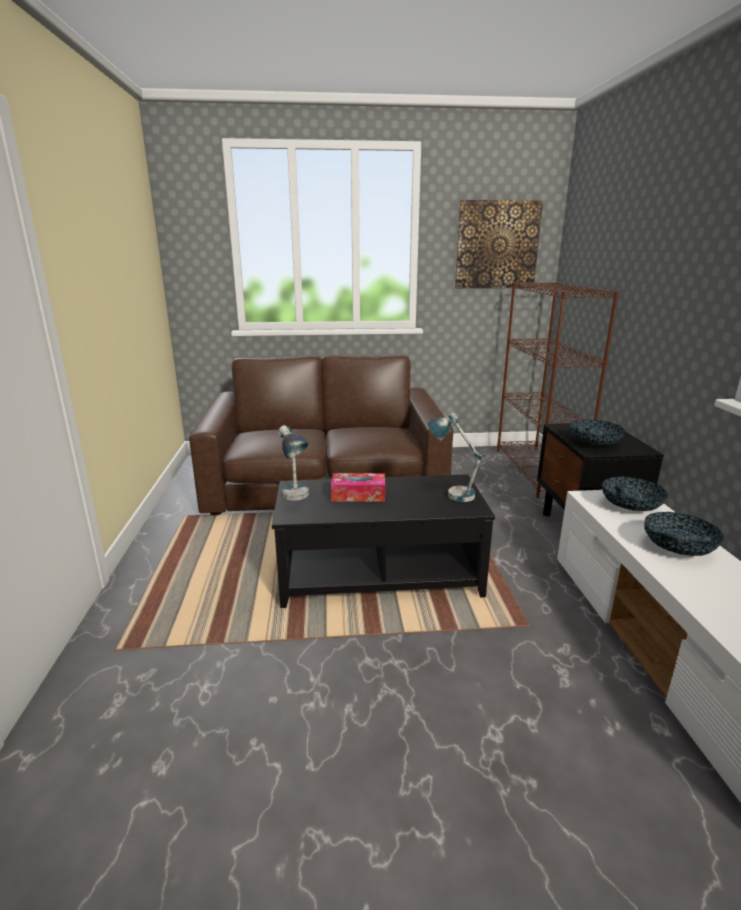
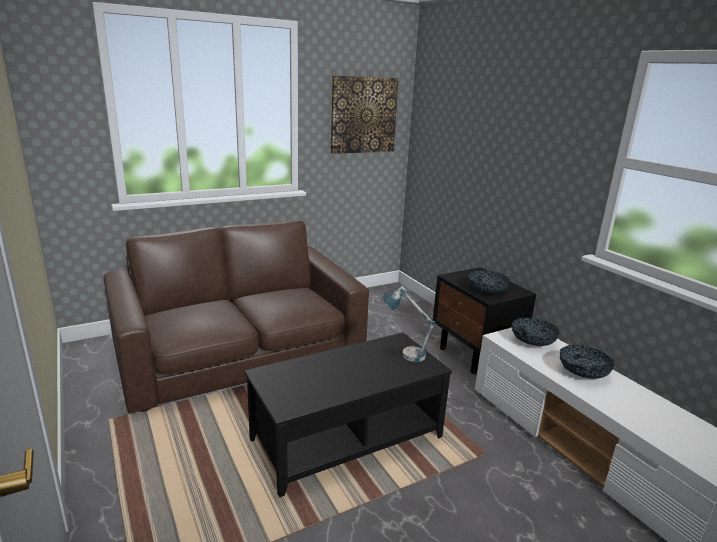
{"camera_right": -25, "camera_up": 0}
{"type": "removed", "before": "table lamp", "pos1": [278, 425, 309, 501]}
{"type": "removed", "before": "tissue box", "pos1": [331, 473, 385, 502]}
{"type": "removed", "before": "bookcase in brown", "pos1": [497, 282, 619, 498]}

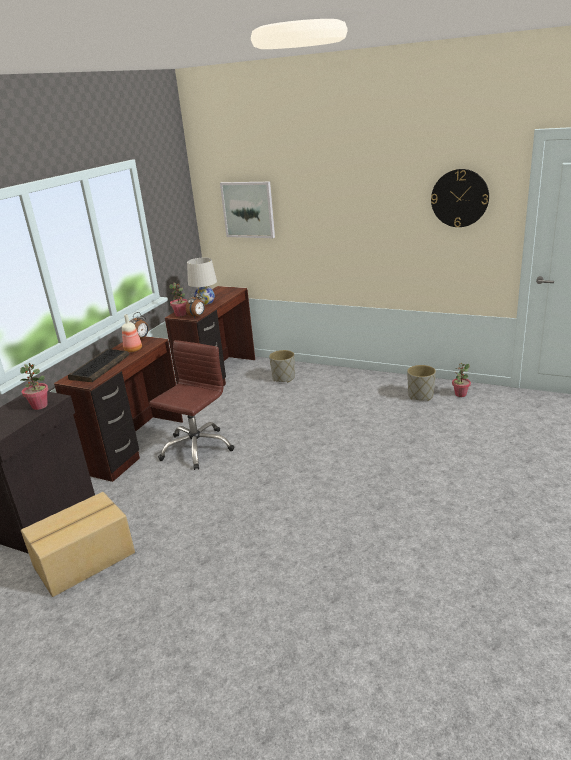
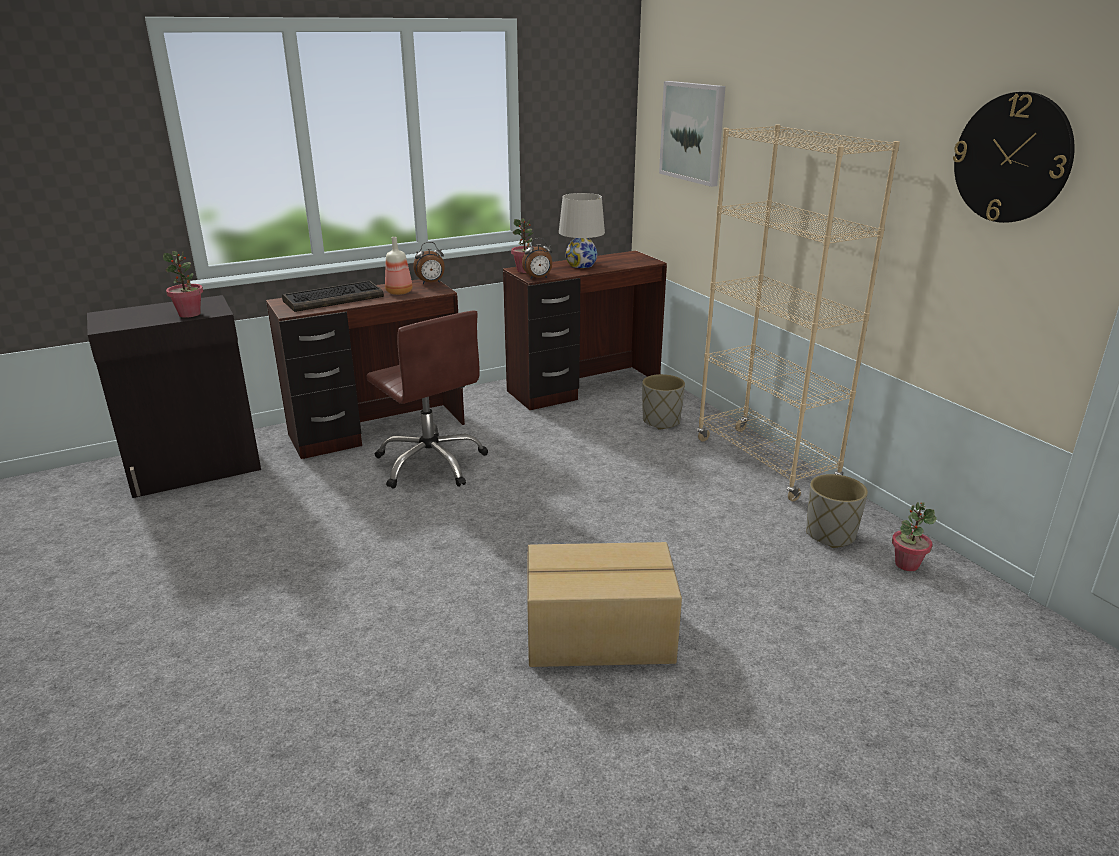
{"camera_right": 35, "camera_up": 0}
{"type": "added", "after": "bookcase in beige", "pos2": [697, 124, 900, 501]}
{"type": "moved", "before": "cardboard box", "pos1": [21, 492, 135, 597], "pos2": [527, 542, 682, 667]}
{"type": "turned", "before": "office chair in brown", "pos1": [149, 340, 234, 470], "pos2": [366, 310, 488, 489], "turn": 75}

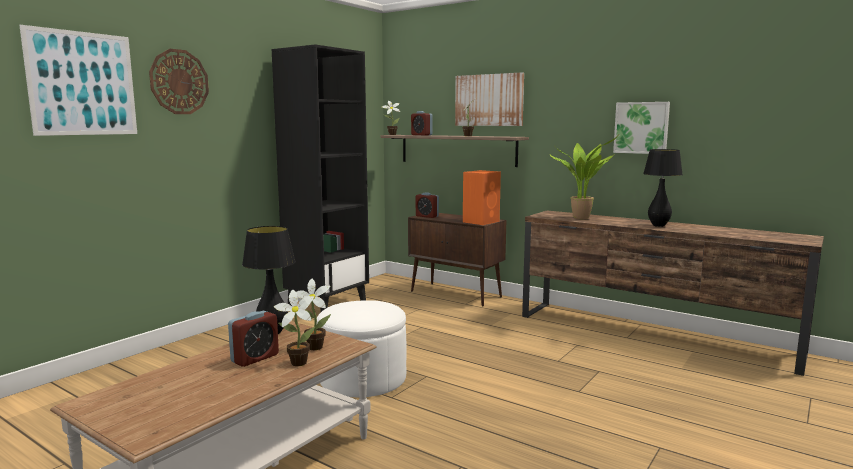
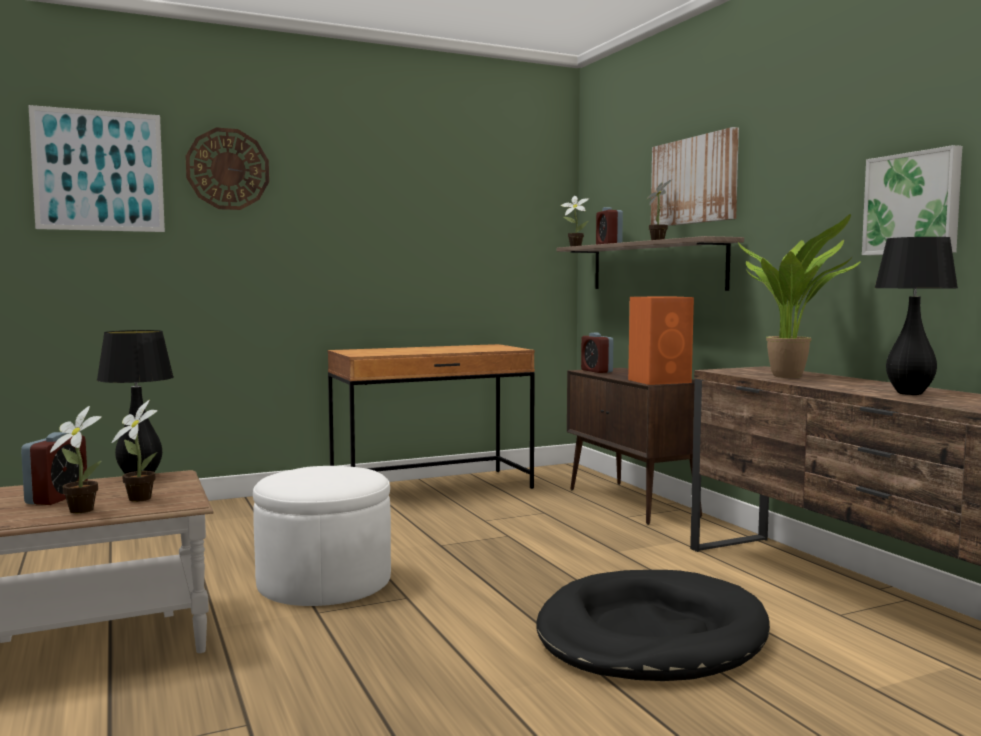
{"camera_right": 30, "camera_up": -5}
{"type": "added", "after": "dog bed in black", "pos2": [536, 570, 770, 681]}
{"type": "replaced", "before": "bookcase in black", "after": "desk in brown", "pos1": [272, 44, 369, 312], "pos2": [327, 344, 535, 489]}
{"type": "turned", "before": "alarm clock", "pos1": [228, 311, 279, 367], "pos2": [21, 432, 88, 505], "turn": -60}

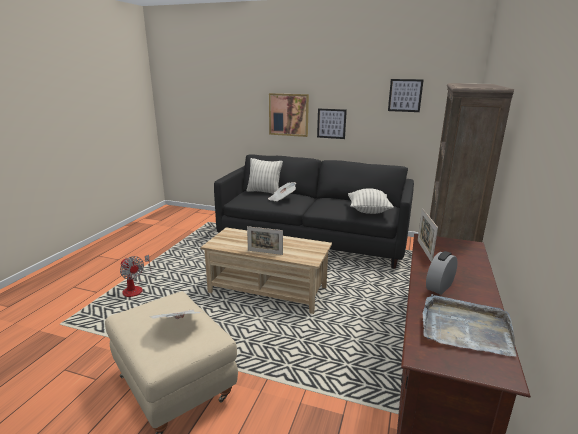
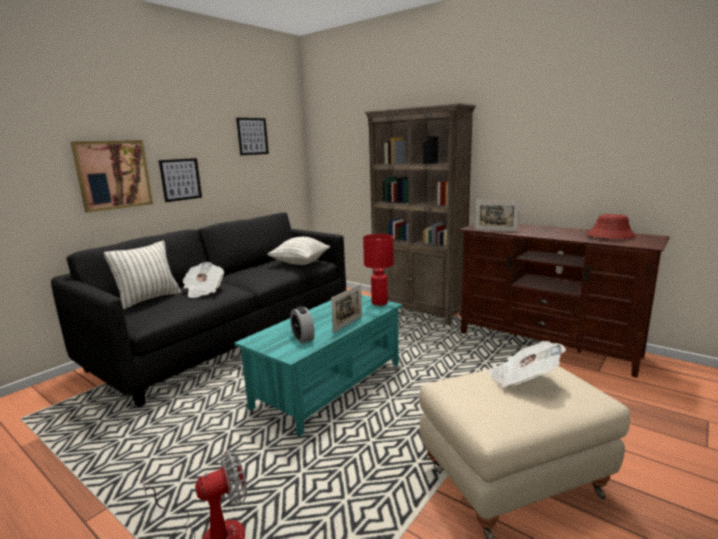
{"camera_right": -70, "camera_up": -5}
{"type": "added", "after": "table lamp in red", "pos2": [363, 234, 394, 306]}
{"type": "moved", "before": "alarm clock", "pos1": [426, 251, 457, 295], "pos2": [290, 306, 315, 344]}
{"type": "replaced", "before": "tray in grey", "after": "hat in red", "pos1": [423, 294, 516, 357], "pos2": [586, 214, 636, 239]}
{"type": "recoloured", "before": "coffee table in beige", "after": "coffee table in turquoise", "pos1": [200, 228, 332, 314], "pos2": [234, 295, 402, 436]}

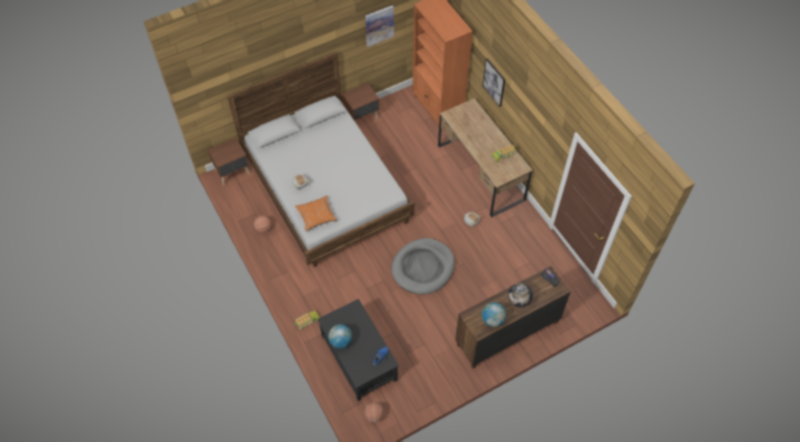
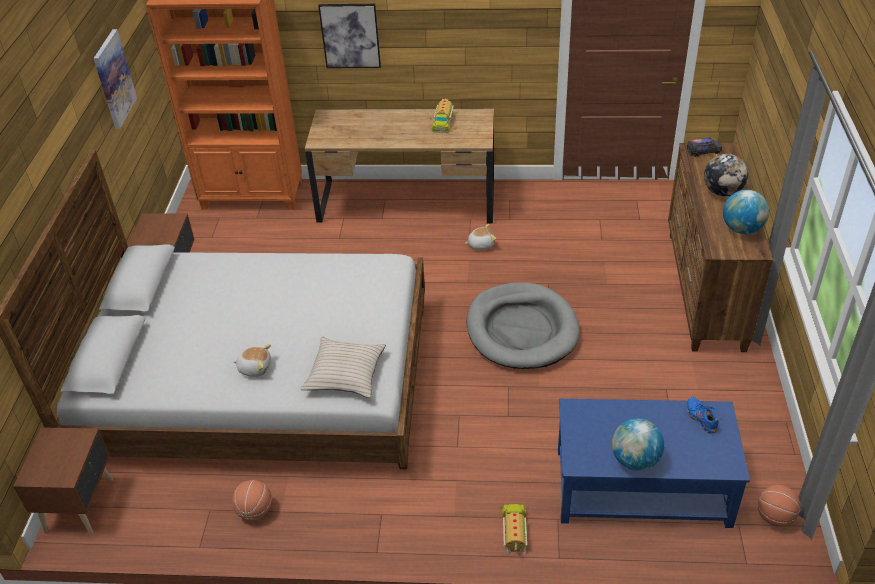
{"camera_right": -55, "camera_up": -15}
{"type": "recoloured", "before": "pillow in orange", "after": "pillow in beige", "pos1": [295, 195, 337, 231], "pos2": [301, 337, 386, 398]}
{"type": "recoloured", "before": "coffee table in black", "after": "coffee table in blue", "pos1": [317, 299, 399, 401], "pos2": [558, 399, 750, 528]}

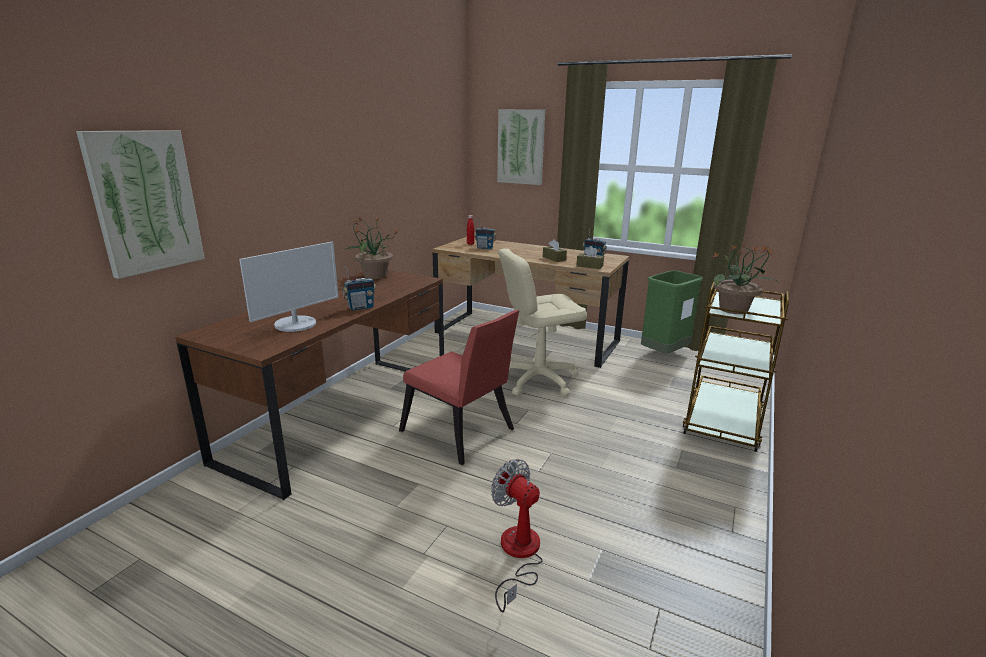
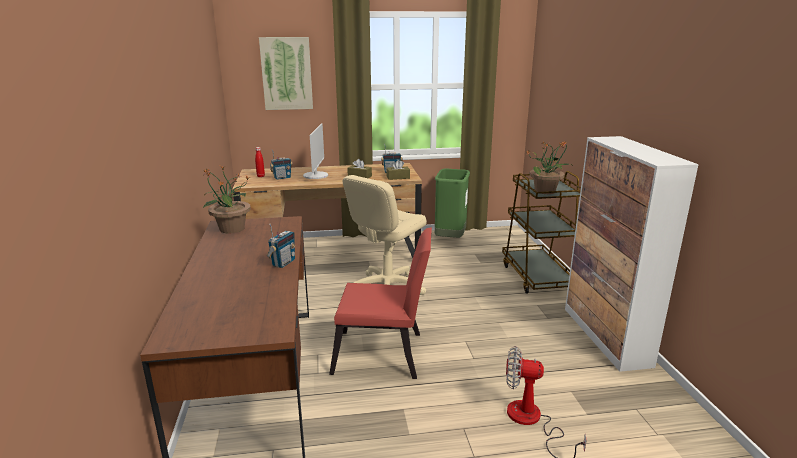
{"camera_right": -35, "camera_up": 0}
{"type": "removed", "before": "picture", "pos1": [76, 130, 205, 279]}
{"type": "added", "after": "cabinet", "pos2": [565, 136, 699, 372]}
{"type": "moved", "before": "monitor", "pos1": [239, 242, 339, 332], "pos2": [303, 124, 328, 179]}

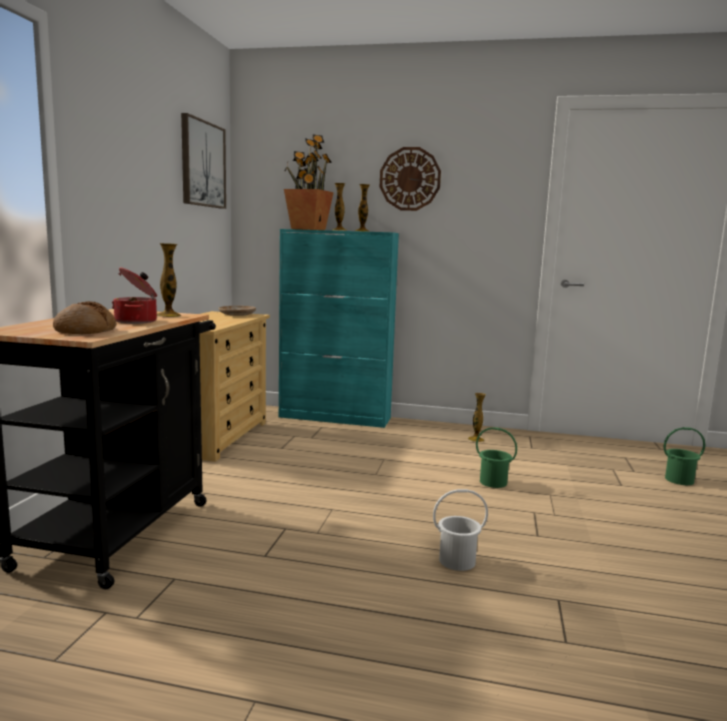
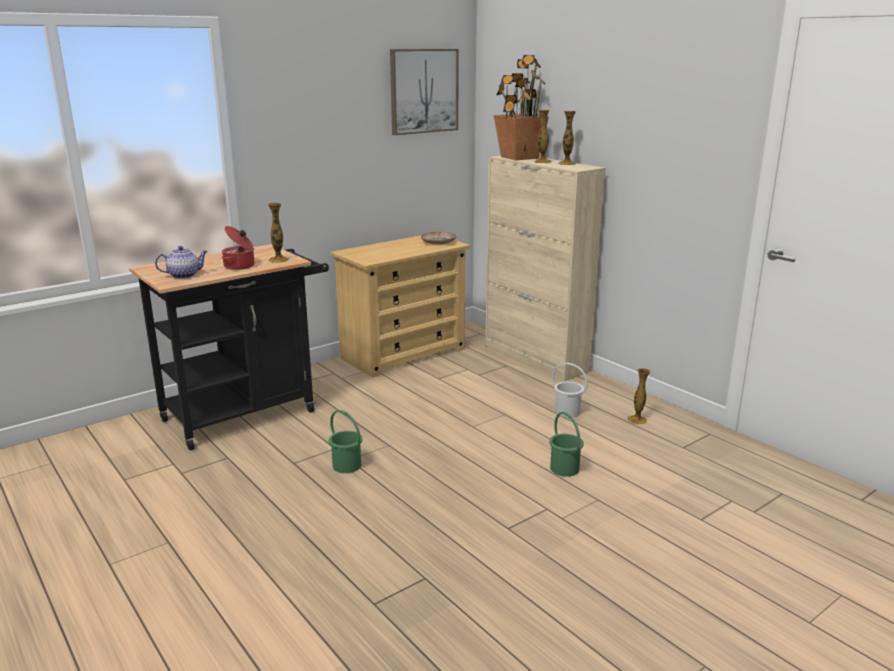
{"camera_right": 40, "camera_up": 10}
{"type": "removed", "before": "wall clock", "pos1": [380, 147, 441, 211]}
{"type": "moved", "before": "bucket in white", "pos1": [433, 489, 488, 571], "pos2": [552, 363, 588, 418]}
{"type": "moved", "before": "bucket in green", "pos1": [664, 427, 705, 485], "pos2": [329, 410, 363, 473]}
{"type": "replaced", "before": "bread", "after": "teapot", "pos1": [53, 301, 117, 334], "pos2": [155, 246, 208, 279]}
{"type": "recoloured", "before": "cabinet in turquoise", "after": "cabinet in beige", "pos1": [279, 229, 399, 428], "pos2": [485, 156, 606, 381]}

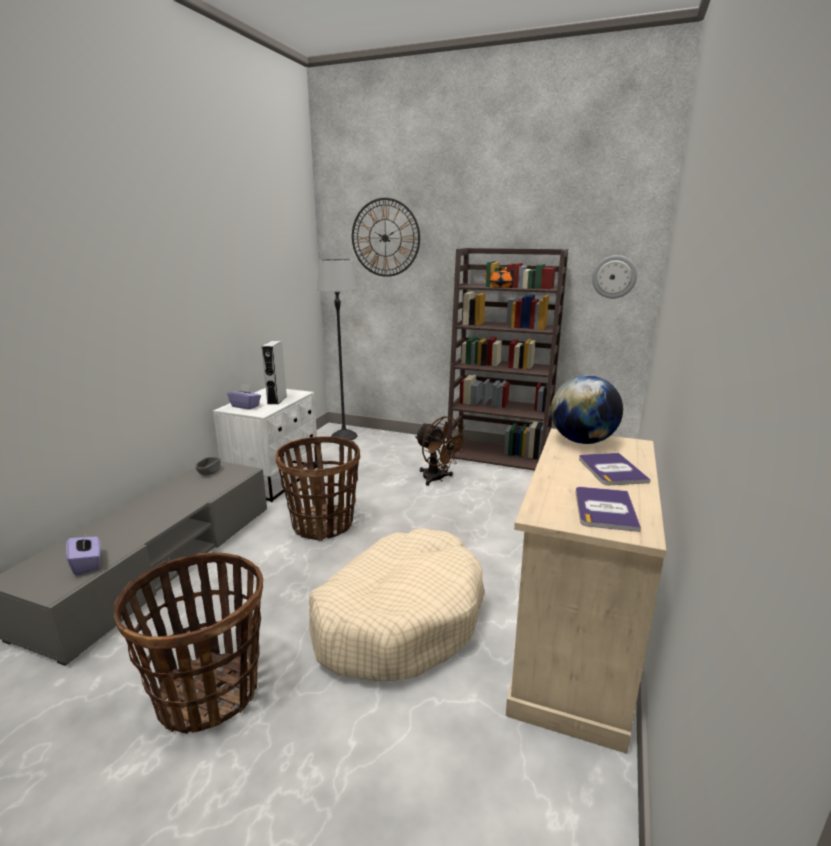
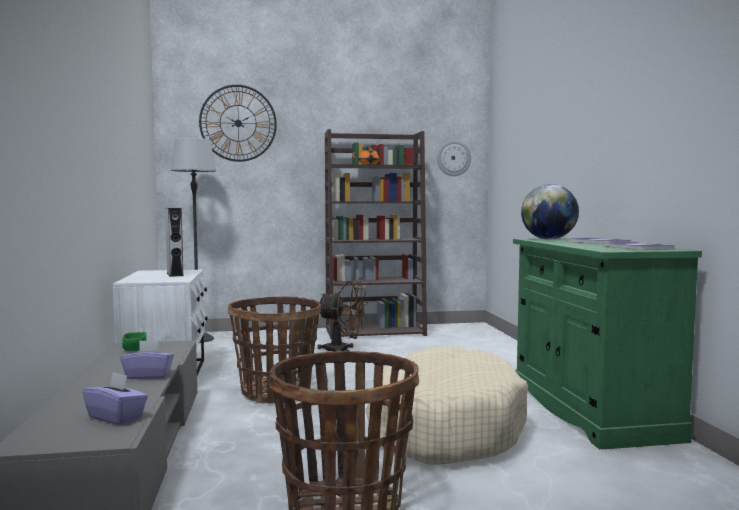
{"camera_right": -30, "camera_up": -15}
{"type": "moved", "before": "tissue box in purple", "pos1": [227, 384, 261, 410], "pos2": [120, 340, 174, 379]}
{"type": "recoloured", "before": "bowl in grey", "after": "bowl in green", "pos1": [196, 457, 221, 475], "pos2": [122, 332, 147, 351]}
{"type": "recoloured", "before": "cabinet in beige", "after": "cabinet in green", "pos1": [506, 429, 667, 754], "pos2": [513, 238, 702, 449]}

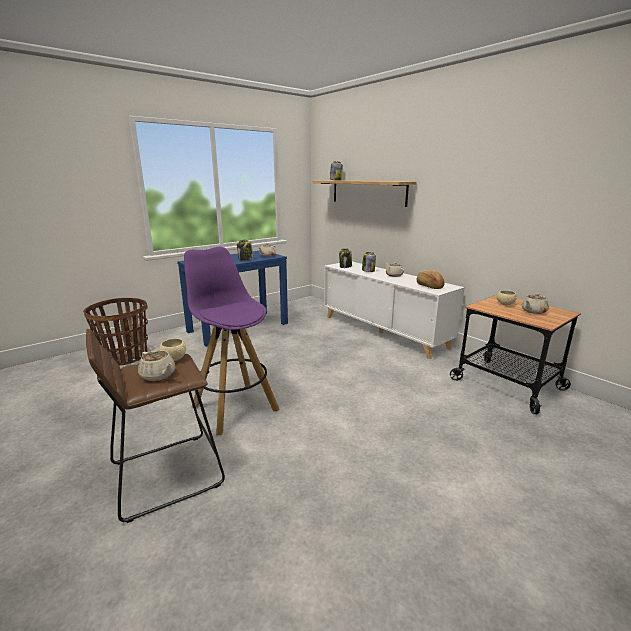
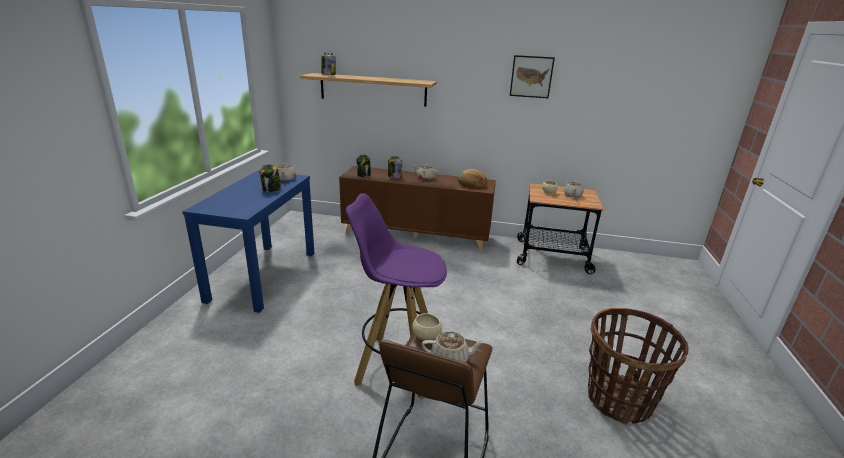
{"camera_right": -40, "camera_up": 5}
{"type": "added", "after": "picture", "pos2": [510, 55, 555, 98]}
{"type": "moved", "before": "basket", "pos1": [83, 298, 148, 366], "pos2": [588, 308, 689, 425]}
{"type": "recoloured", "before": "cabinet in white", "after": "cabinet in brown", "pos1": [324, 262, 465, 359], "pos2": [339, 166, 496, 252]}

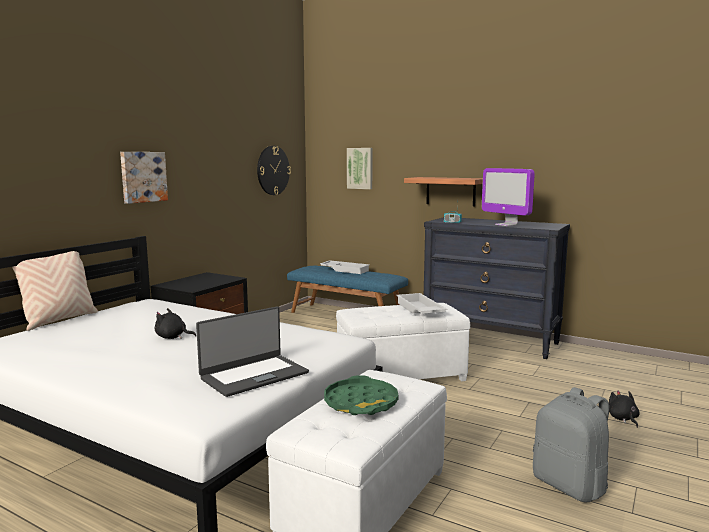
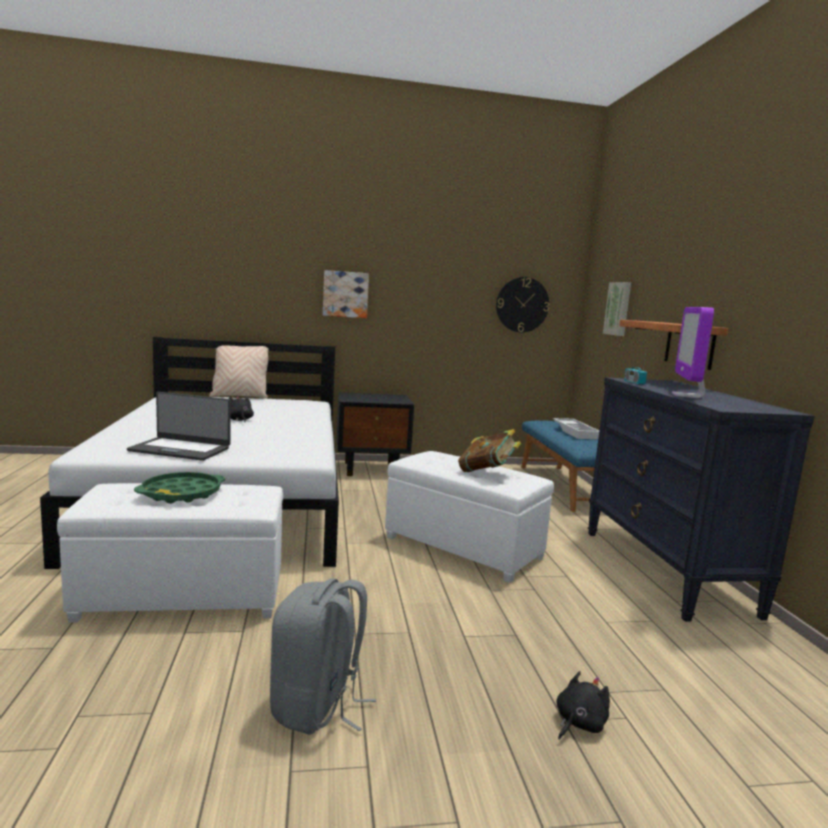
{"camera_right": 50, "camera_up": 0}
{"type": "replaced", "before": "tray in white", "after": "book", "pos1": [396, 293, 447, 313], "pos2": [458, 429, 521, 472]}

